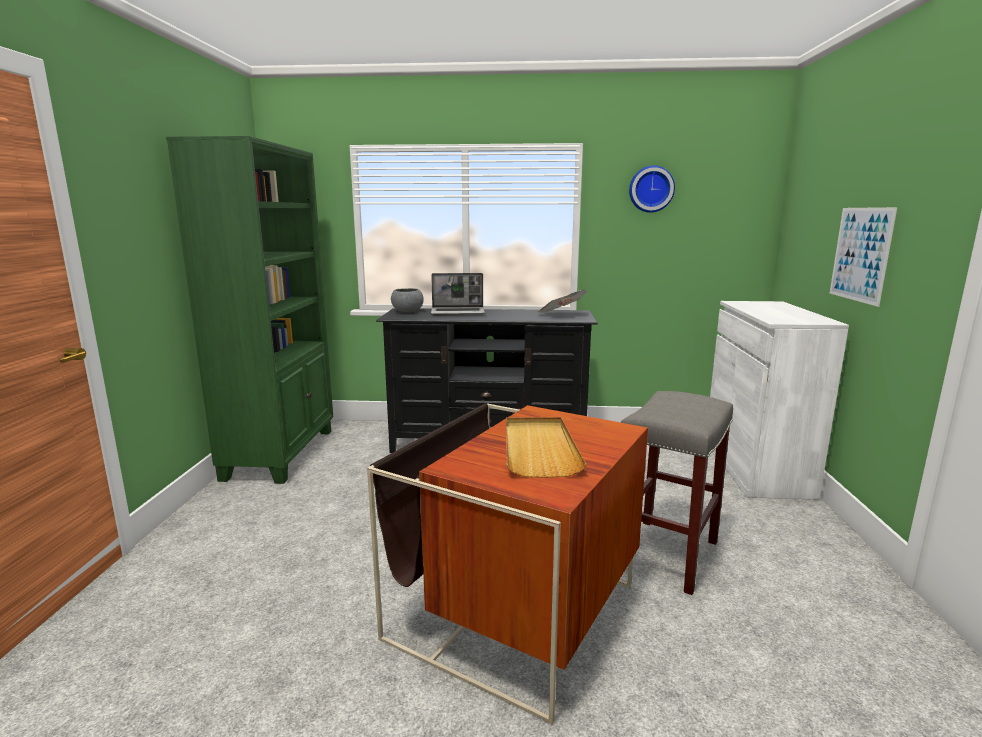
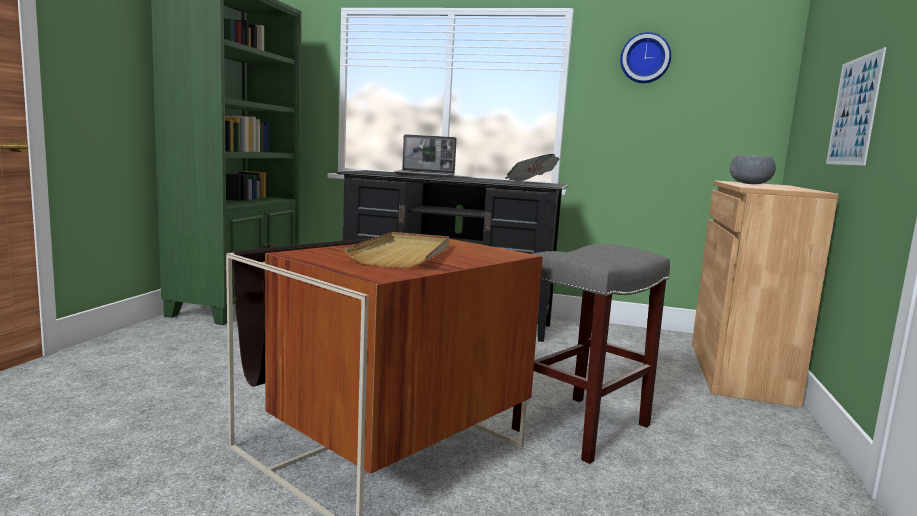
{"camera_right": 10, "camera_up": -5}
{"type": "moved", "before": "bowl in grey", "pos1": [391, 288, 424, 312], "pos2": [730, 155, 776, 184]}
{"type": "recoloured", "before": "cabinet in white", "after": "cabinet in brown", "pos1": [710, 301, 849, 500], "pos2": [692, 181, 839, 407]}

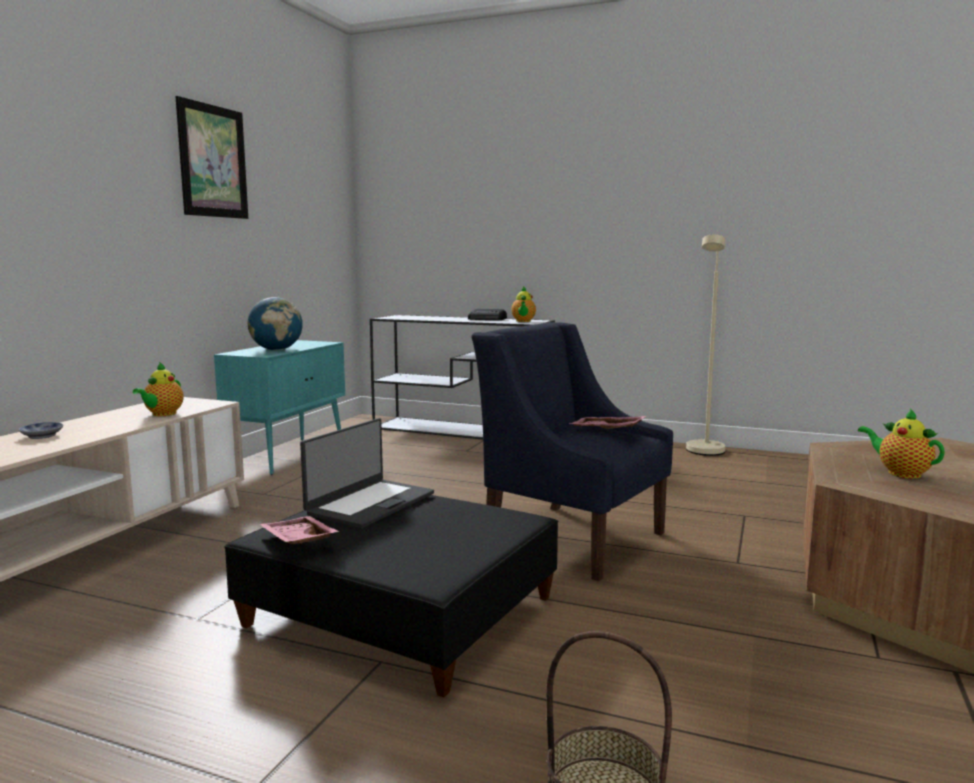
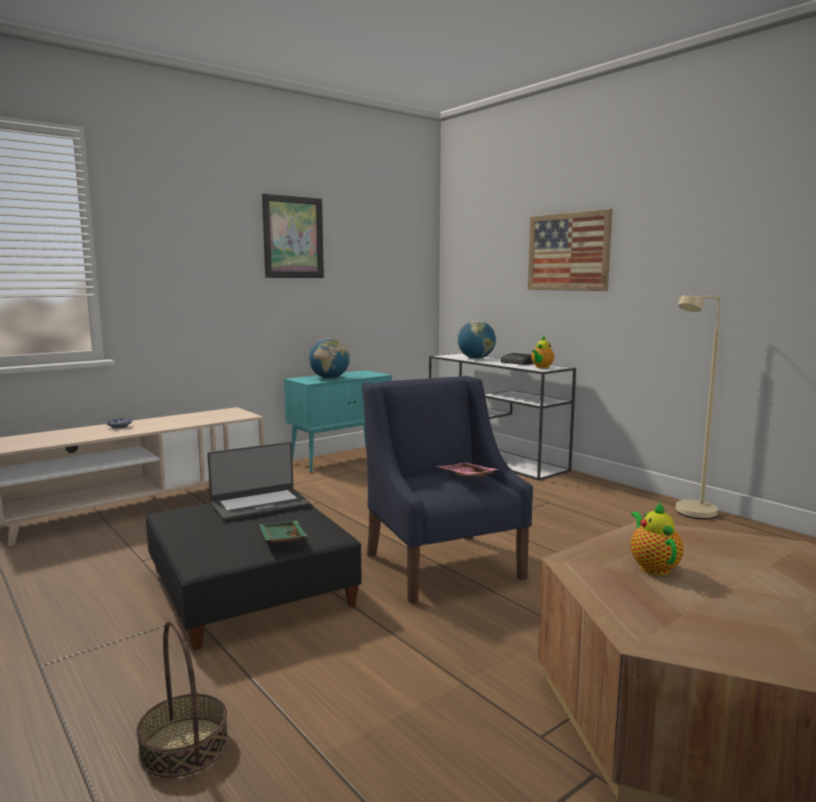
{"camera_right": 30, "camera_up": 0}
{"type": "removed", "before": "teapot", "pos1": [133, 362, 184, 416]}
{"type": "removed", "before": "tray in pink", "pos1": [260, 516, 340, 544]}
{"type": "added", "after": "tray in green", "pos2": [259, 521, 307, 542]}
{"type": "added", "after": "globe", "pos2": [458, 321, 496, 359]}
{"type": "added", "after": "picture", "pos2": [528, 209, 613, 291]}

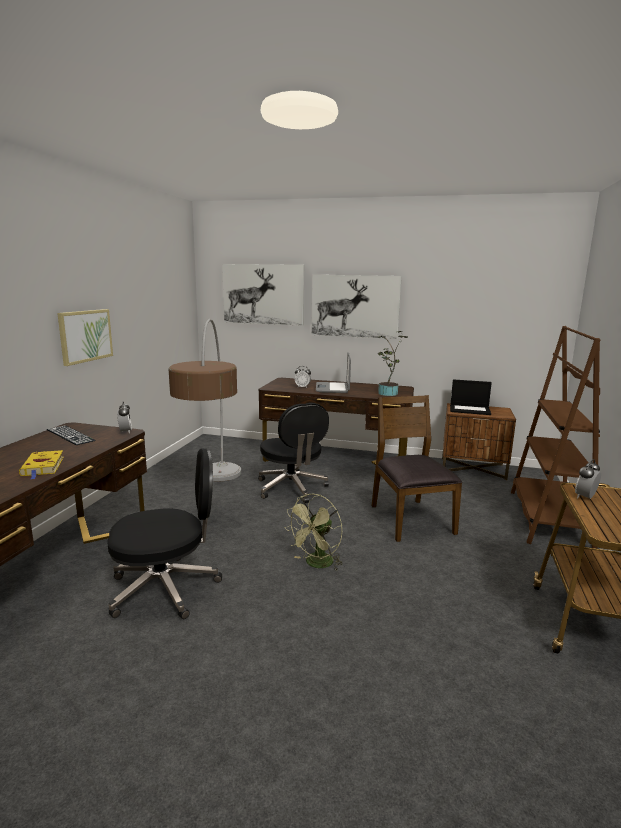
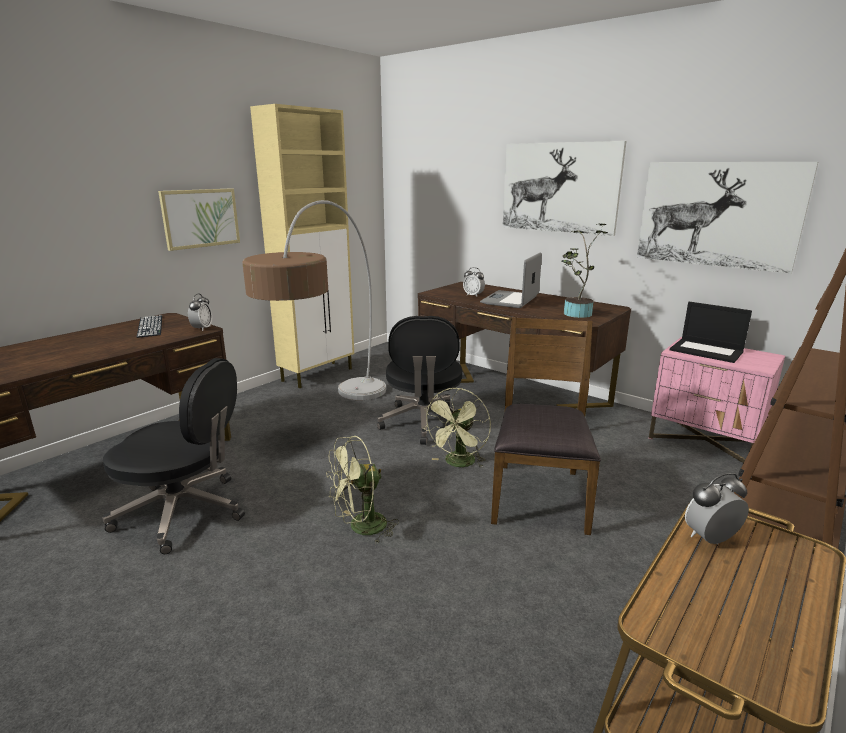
{"camera_right": 25, "camera_up": 5}
{"type": "removed", "before": "book in yellow", "pos1": [19, 450, 64, 479]}
{"type": "added", "after": "cabinet in beige", "pos2": [250, 104, 354, 388]}
{"type": "added", "after": "fan in green", "pos2": [423, 388, 491, 468]}
{"type": "moved", "before": "picture", "pos1": [222, 264, 304, 326], "pos2": [637, 162, 818, 273]}
{"type": "recoloured", "before": "nightstand in brown", "after": "nightstand in pink", "pos1": [442, 403, 516, 480], "pos2": [649, 337, 785, 463]}

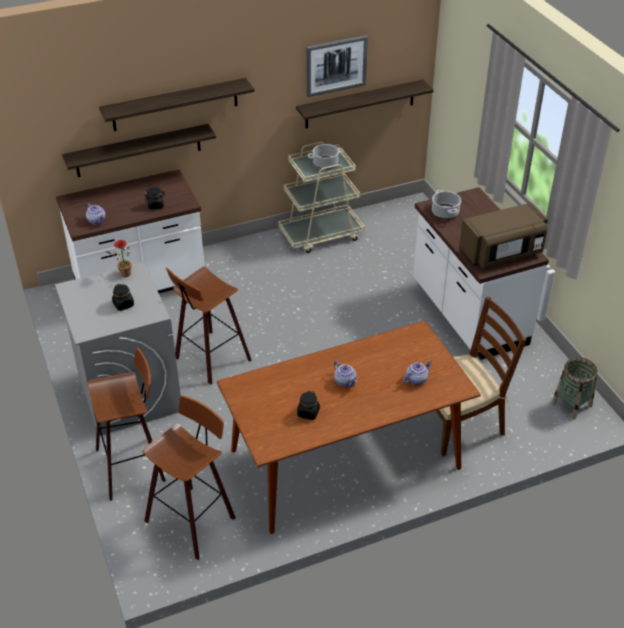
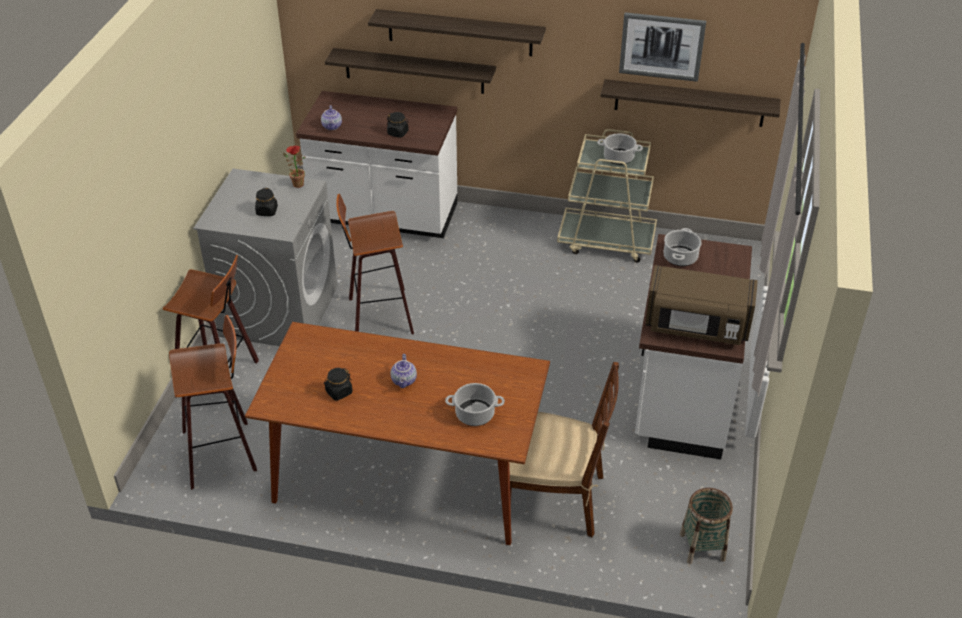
{"camera_right": 35, "camera_up": 0}
{"type": "replaced", "before": "teapot", "after": "cooking pot", "pos1": [403, 361, 432, 385], "pos2": [445, 383, 505, 426]}

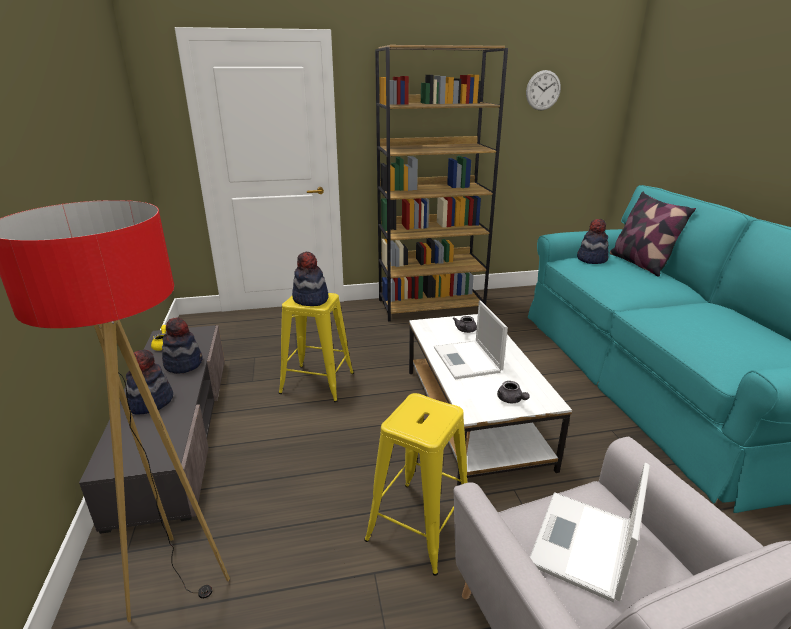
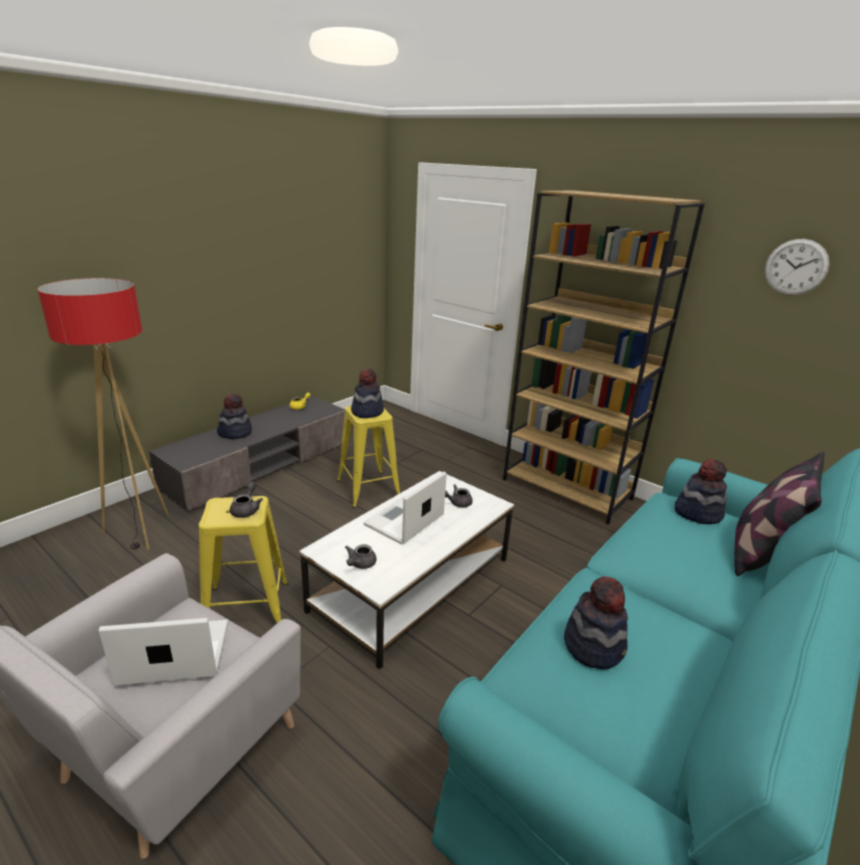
{"camera_right": 50, "camera_up": 0}
{"type": "added", "after": "teapot in grey", "pos2": [230, 482, 263, 518]}
{"type": "moved", "before": "hat", "pos1": [162, 318, 202, 374], "pos2": [564, 576, 628, 669]}

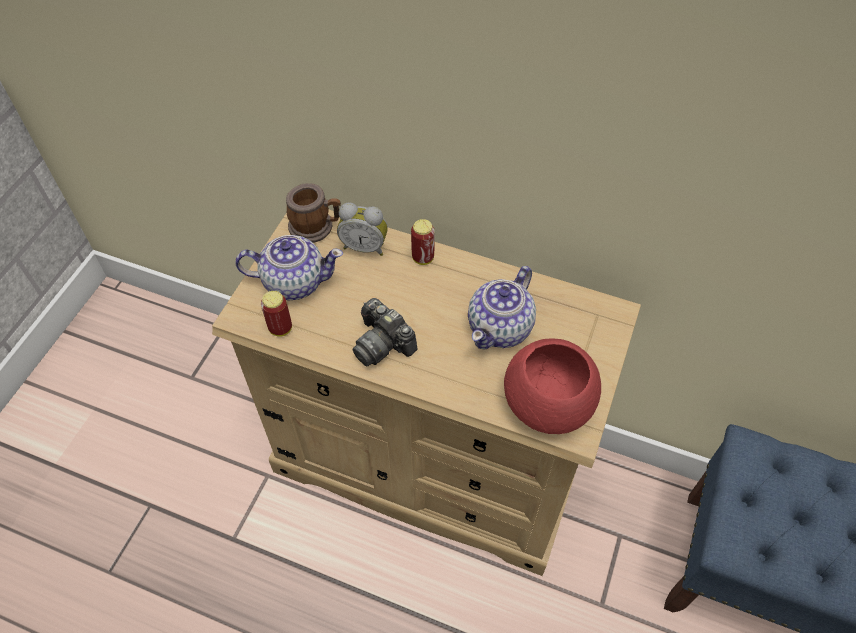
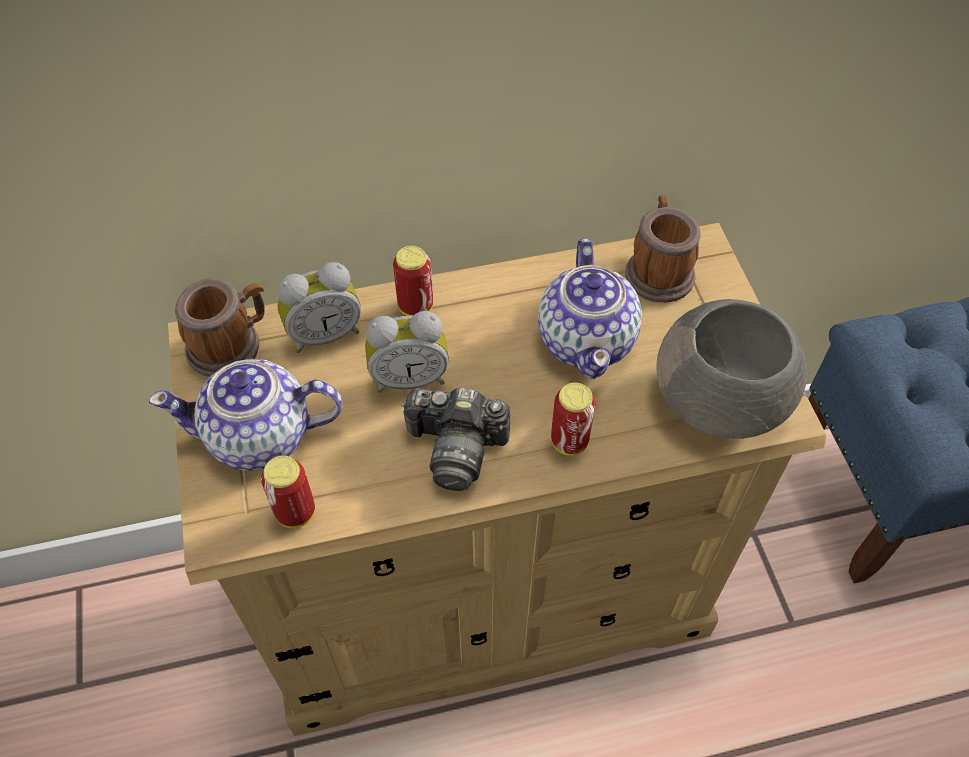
{"camera_right": -35, "camera_up": 0}
{"type": "added", "after": "alarm clock", "pos2": [365, 311, 449, 393]}
{"type": "added", "after": "can", "pos2": [551, 382, 595, 456]}
{"type": "added", "after": "mug", "pos2": [625, 195, 701, 303]}
{"type": "recoloured", "before": "bowl in red", "after": "bowl in grey", "pos1": [504, 338, 601, 434], "pos2": [656, 299, 807, 439]}
{"type": "turned", "before": "teapot", "pos1": [235, 235, 343, 300], "pos2": [149, 359, 343, 471], "turn": -150}

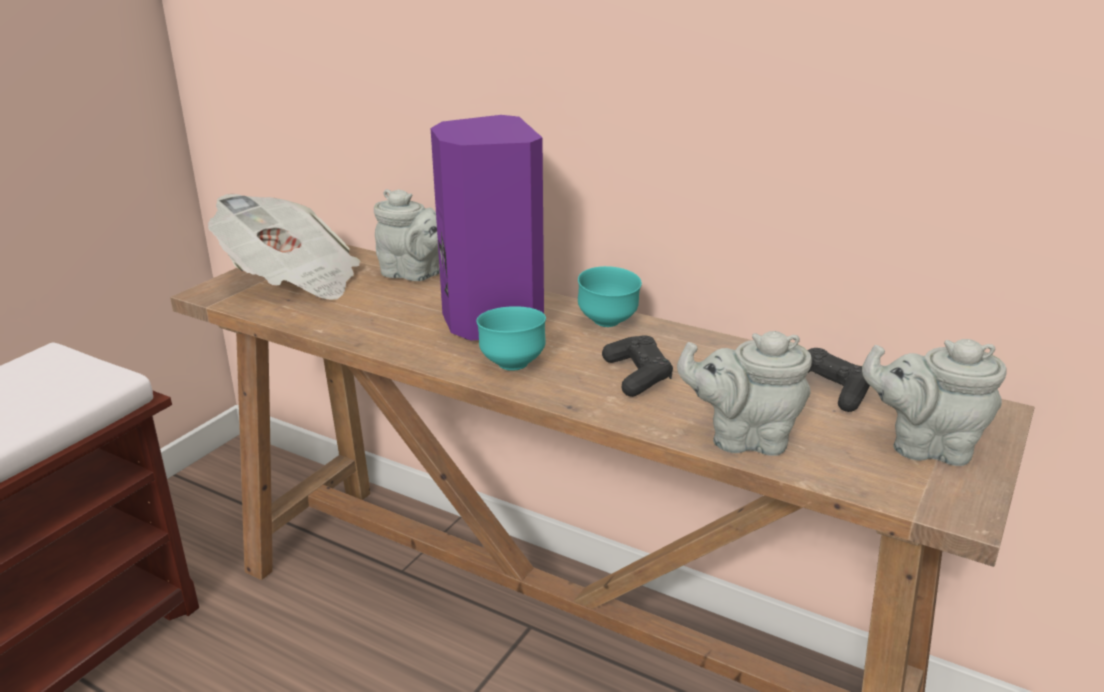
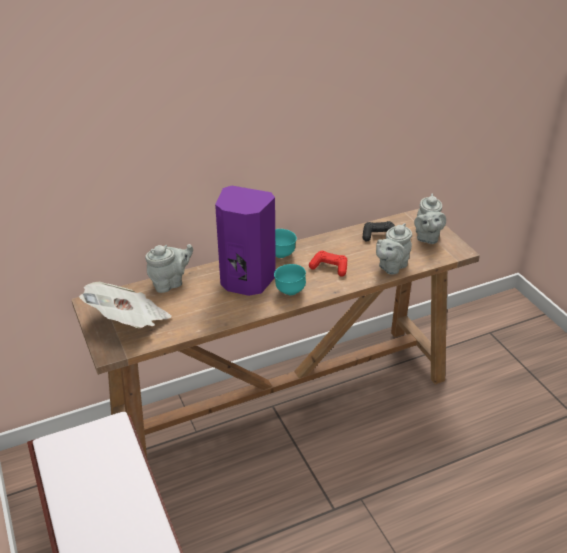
{"camera_right": -55, "camera_up": 10}
{"type": "recoloured", "before": "game controller in black", "after": "game controller in red", "pos1": [602, 336, 673, 397], "pos2": [309, 251, 347, 277]}
{"type": "turned", "before": "teapot in grey", "pos1": [862, 339, 1006, 466], "pos2": [414, 193, 446, 244], "turn": -45}

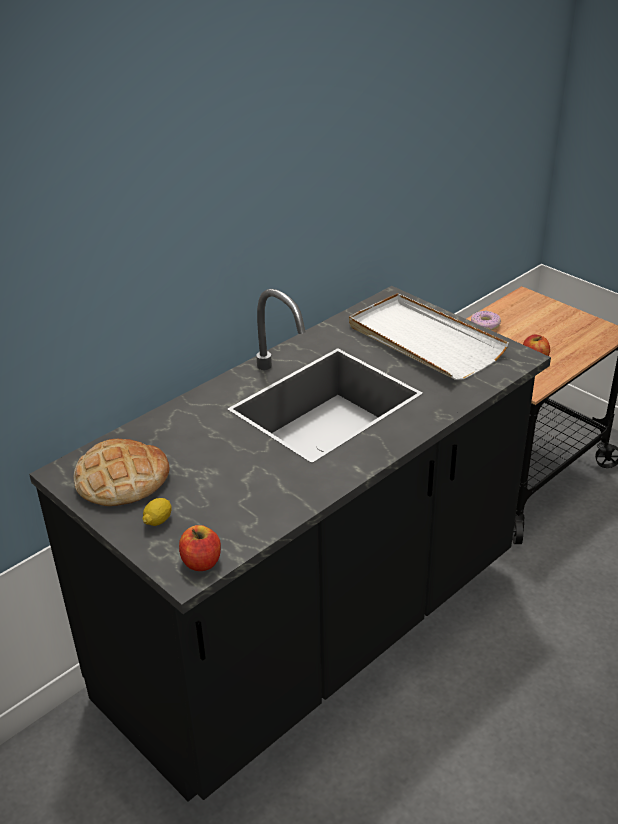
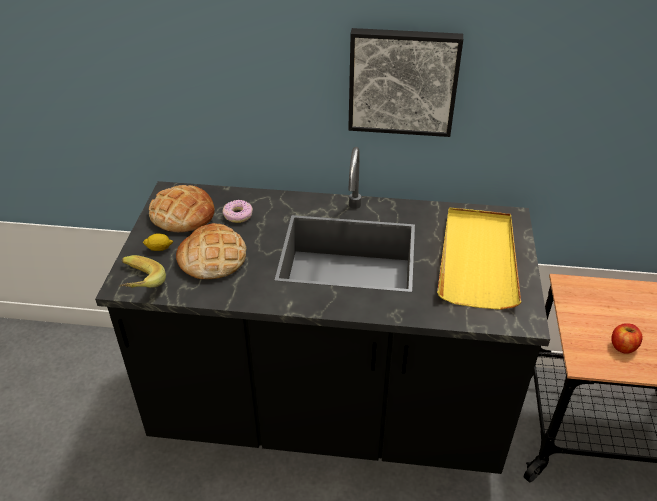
{"camera_right": 50, "camera_up": 5}
{"type": "added", "after": "bread", "pos2": [176, 223, 246, 279]}
{"type": "added", "after": "picture", "pos2": [348, 28, 463, 137]}
{"type": "moved", "before": "donut", "pos1": [471, 311, 501, 330], "pos2": [222, 200, 253, 223]}
{"type": "replaced", "before": "apple", "after": "banana", "pos1": [179, 525, 221, 571], "pos2": [119, 255, 166, 288]}
{"type": "recoloured", "before": "tray in white", "after": "tray in yellow", "pos1": [349, 293, 509, 380], "pos2": [437, 207, 521, 310]}

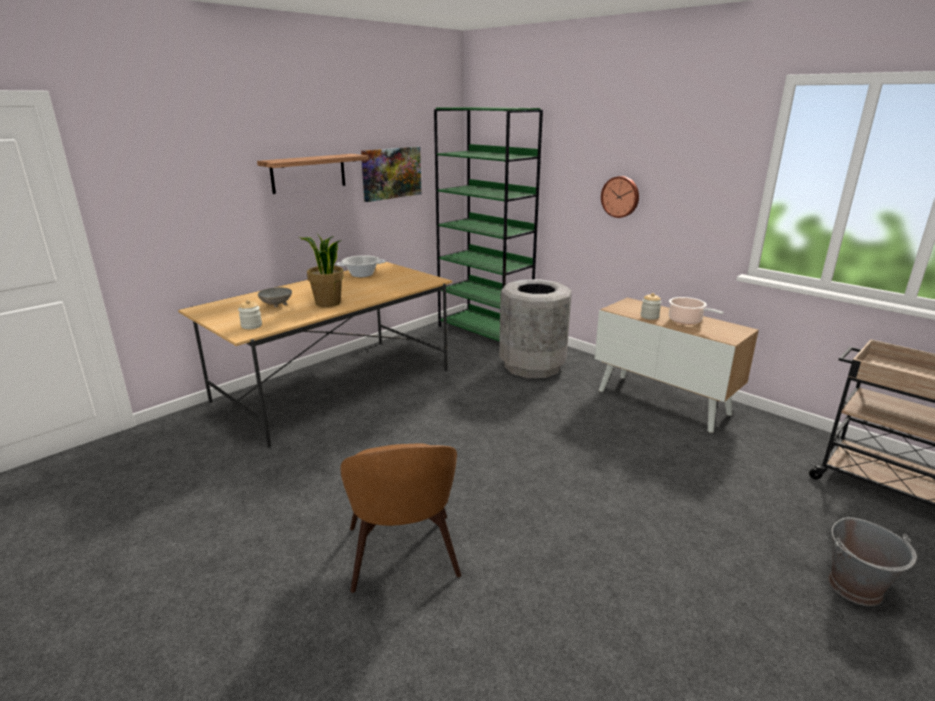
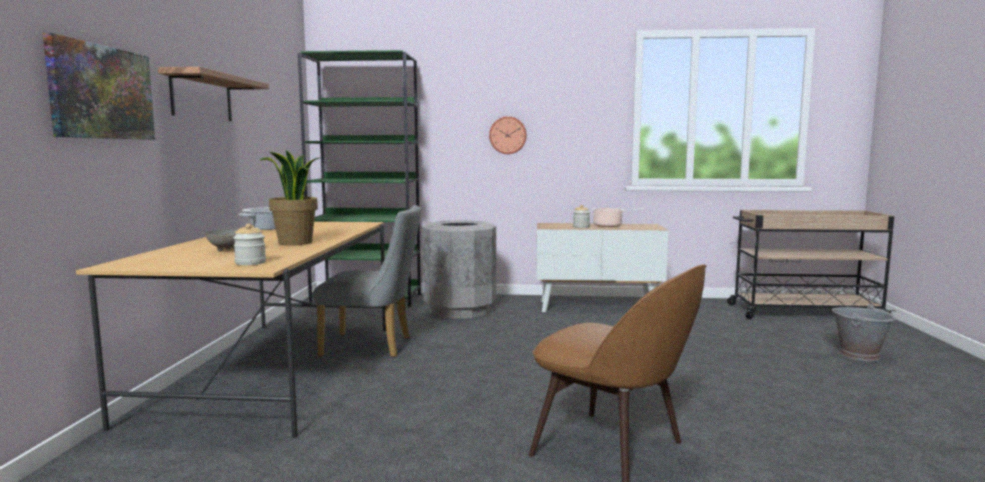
{"camera_right": -40, "camera_up": -15}
{"type": "added", "after": "chair in grey", "pos2": [313, 205, 421, 358]}
{"type": "moved", "before": "picture", "pos1": [361, 147, 422, 202], "pos2": [43, 33, 155, 140]}

